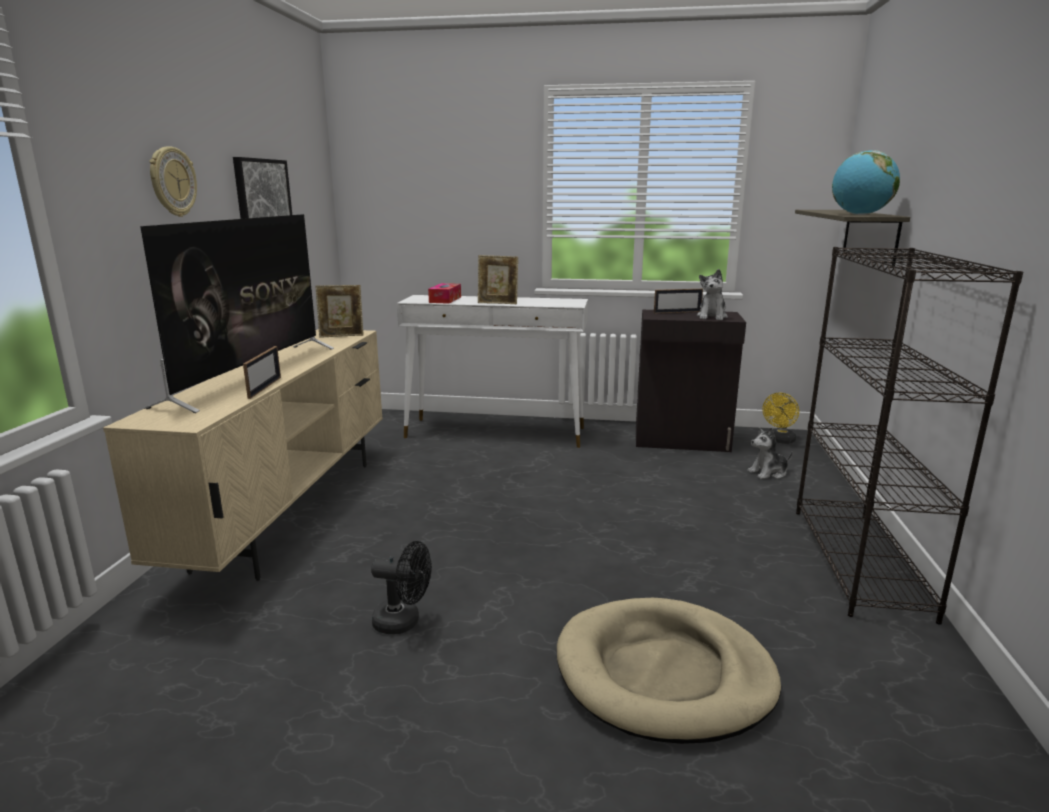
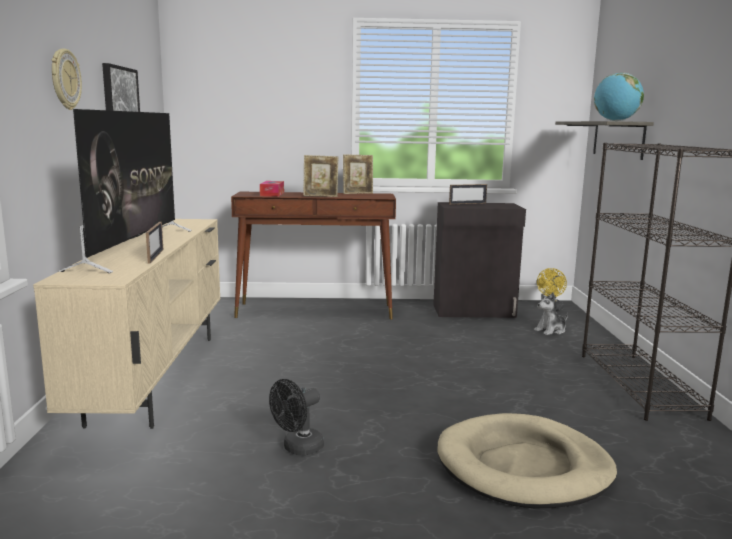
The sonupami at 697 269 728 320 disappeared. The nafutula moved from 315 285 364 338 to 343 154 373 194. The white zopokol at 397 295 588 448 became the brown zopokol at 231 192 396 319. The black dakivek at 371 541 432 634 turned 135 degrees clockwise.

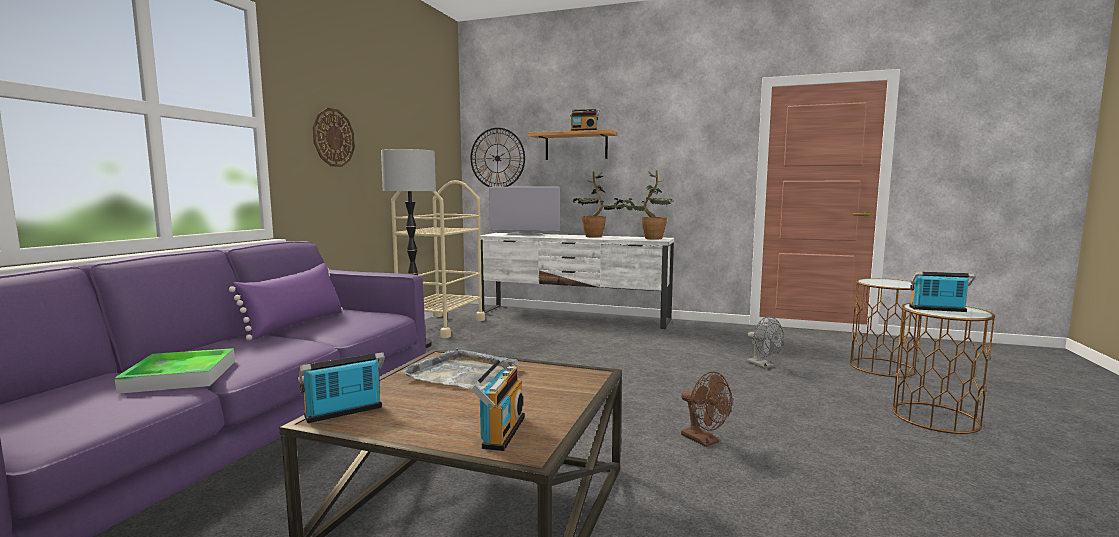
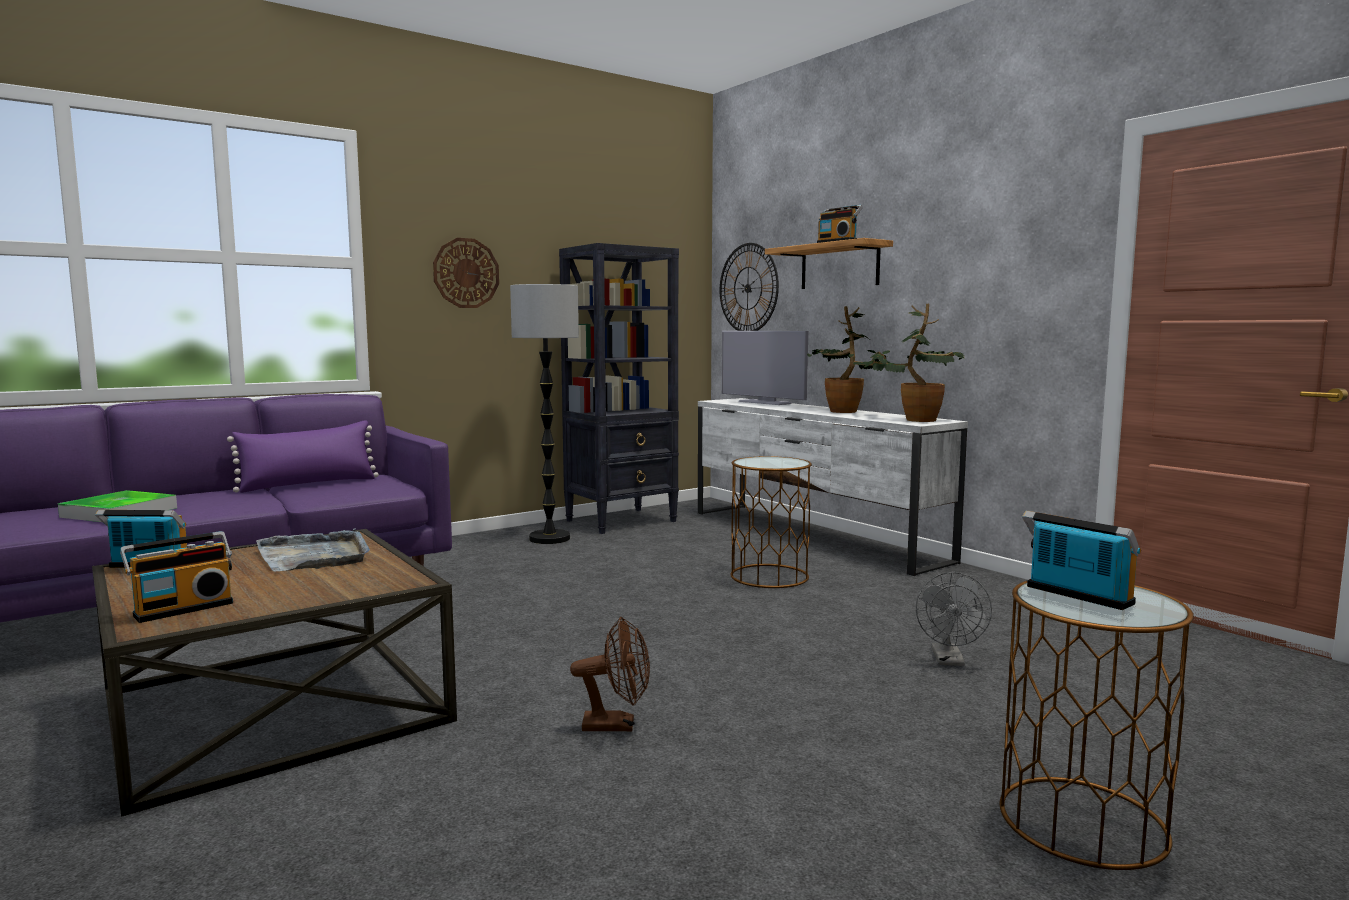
The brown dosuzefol moved from 849 278 922 377 to 730 456 812 588. The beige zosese at 391 180 485 338 was replaced by the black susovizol at 559 243 679 534. The brown dakivek at 681 371 733 447 turned 90 degrees counterclockwise.

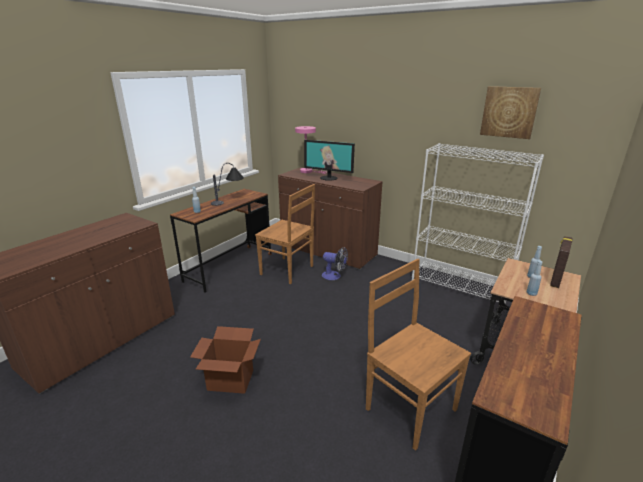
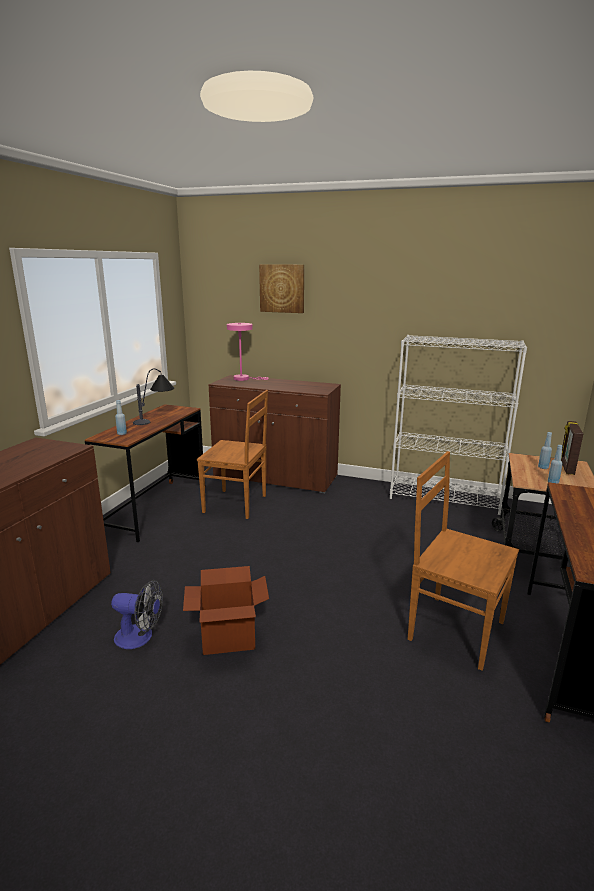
The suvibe at 304 140 355 181 disappeared. The dakivek moved from 322 247 348 280 to 111 580 163 649. The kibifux moved from 480 86 541 139 to 259 264 304 313.

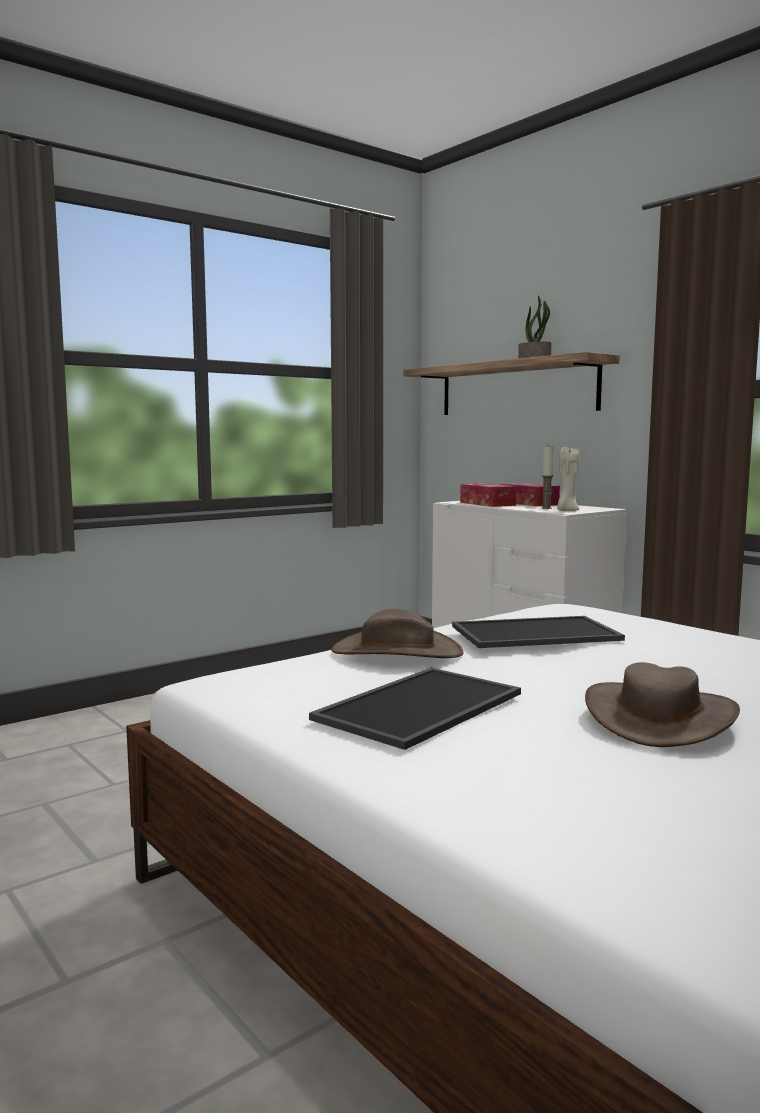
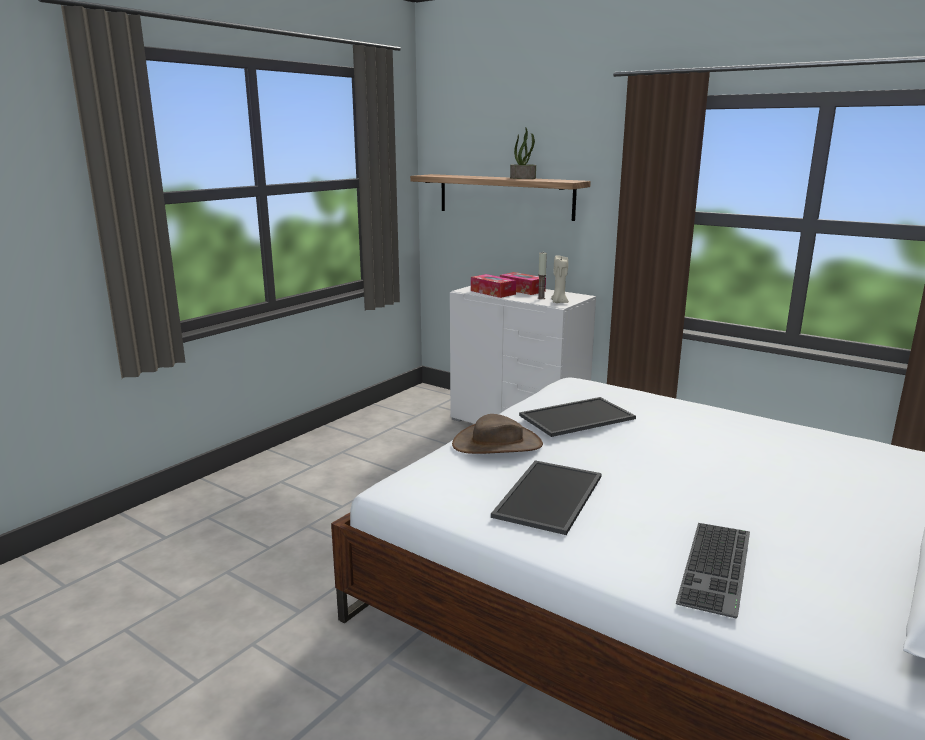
The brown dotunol at 585 662 740 747 disappeared. The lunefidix at 676 523 750 618 appeared.

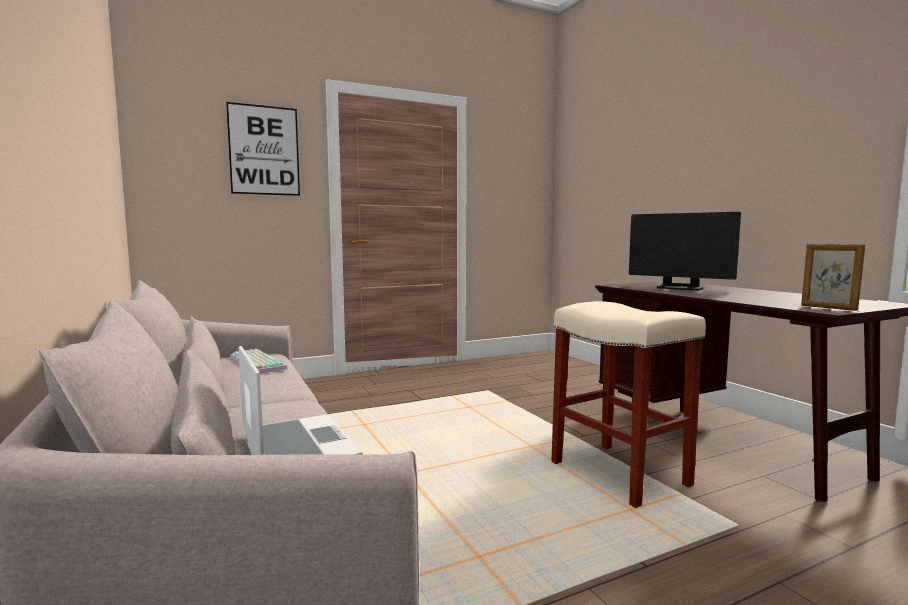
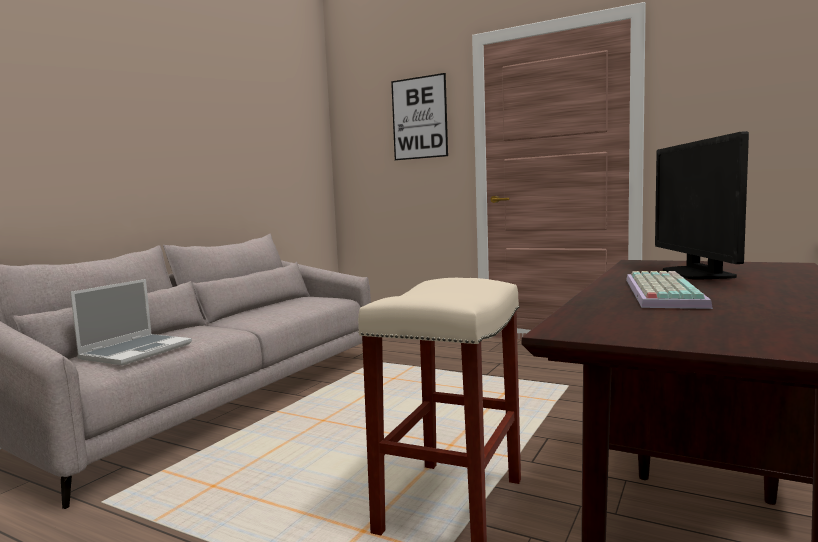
The nafutula at 801 244 865 311 disappeared. The lunefidix moved from 231 349 287 374 to 626 271 713 309.

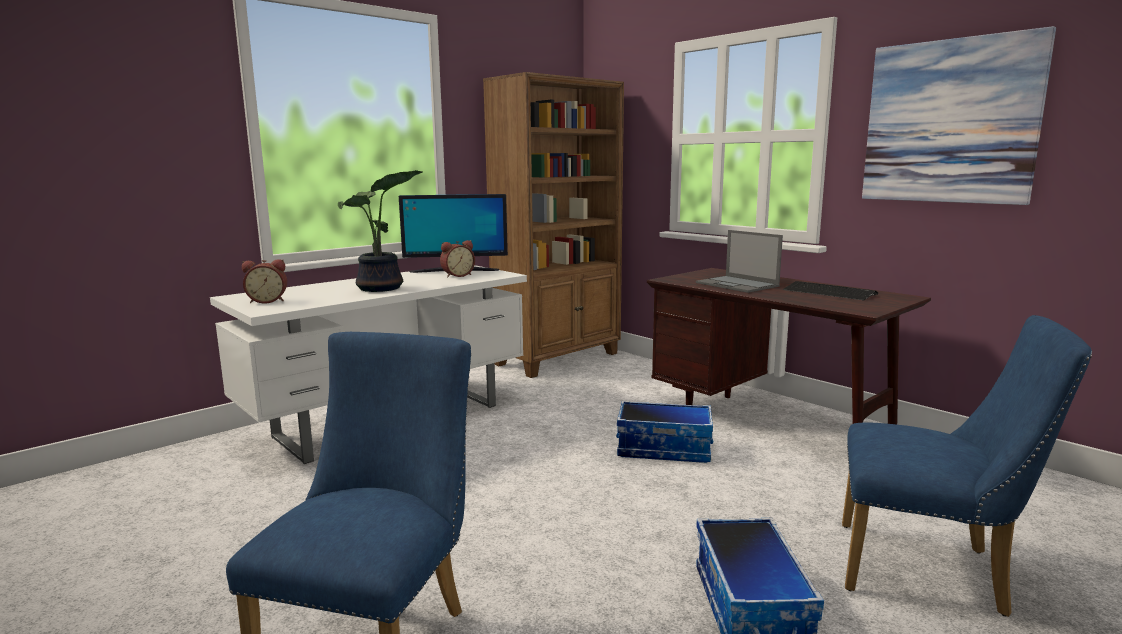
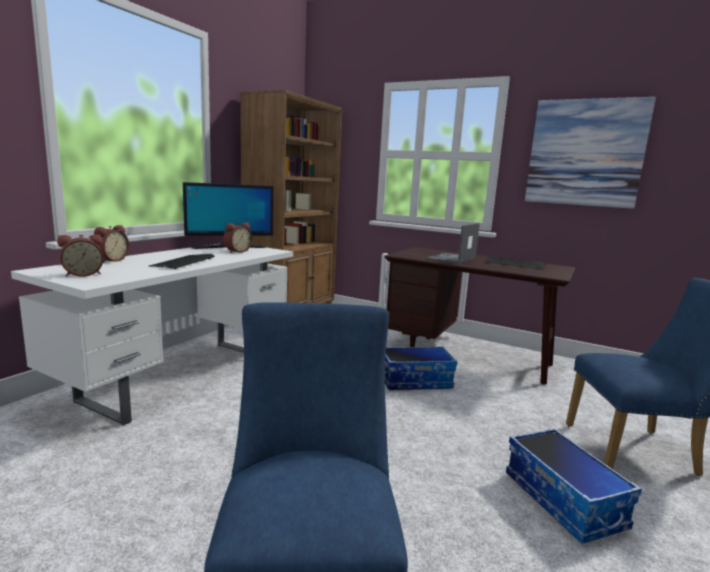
The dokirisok at 94 225 129 263 appeared. The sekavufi at 338 170 423 292 was replaced by the lunefidix at 149 254 215 269. The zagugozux at 696 230 783 293 turned 90 degrees clockwise.

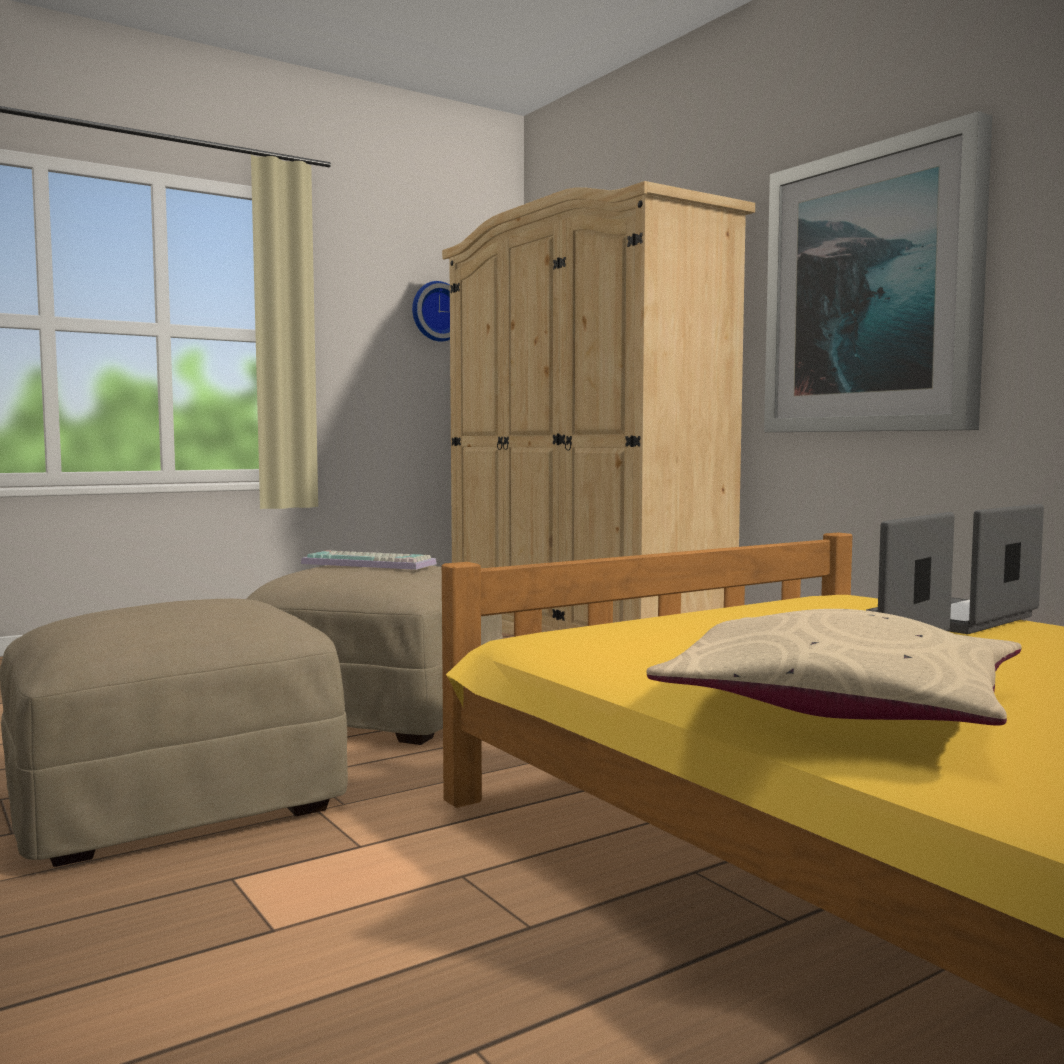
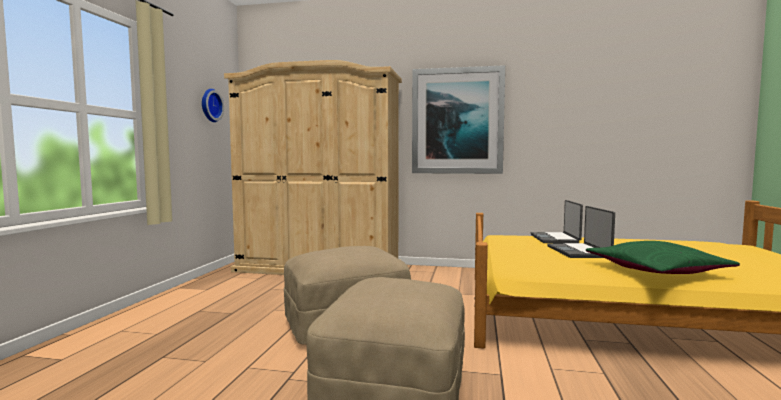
The lunefidix at 301 550 437 570 disappeared. The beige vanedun at 646 609 1021 726 became the green vanedun at 586 241 740 274.

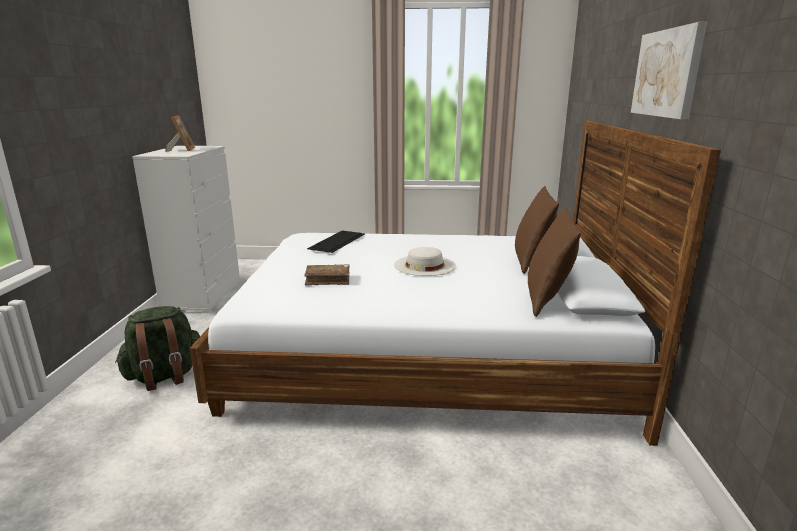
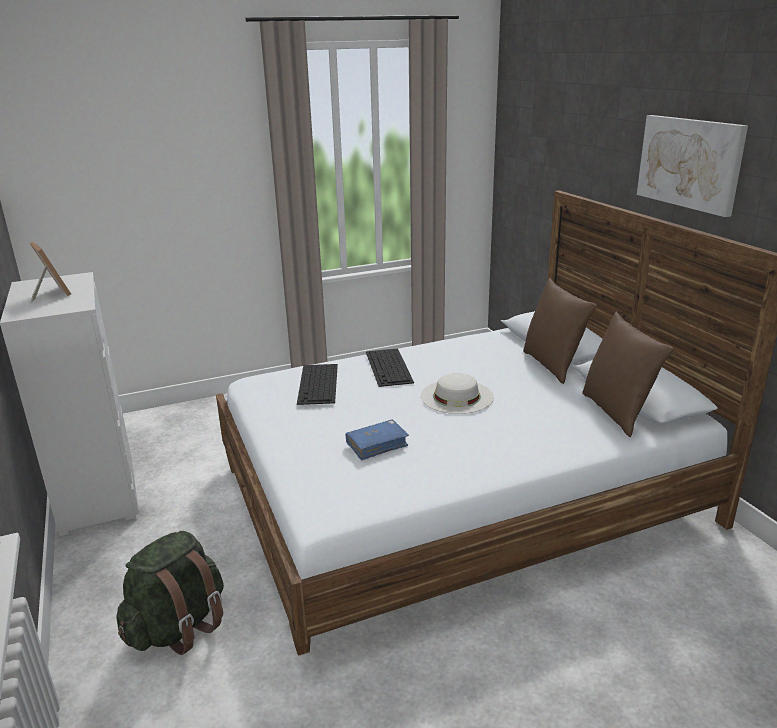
The lunefidix at 366 349 414 387 appeared. The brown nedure at 304 264 350 285 became the blue nedure at 346 420 409 460.

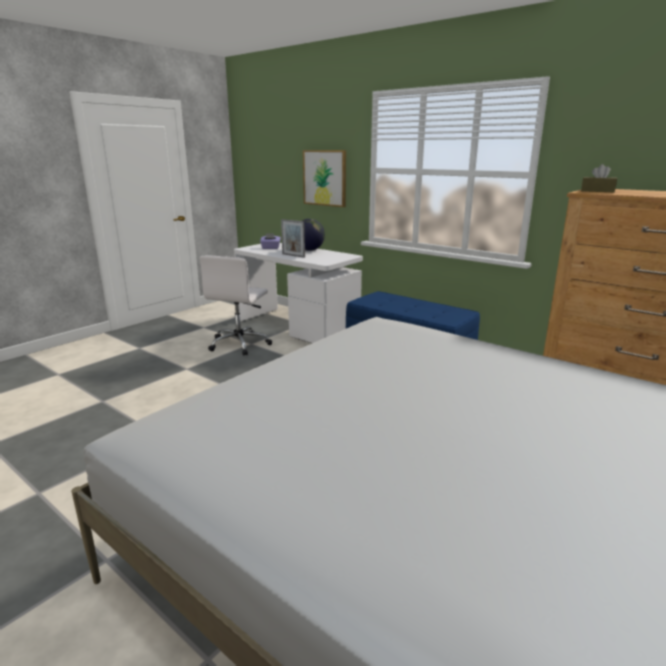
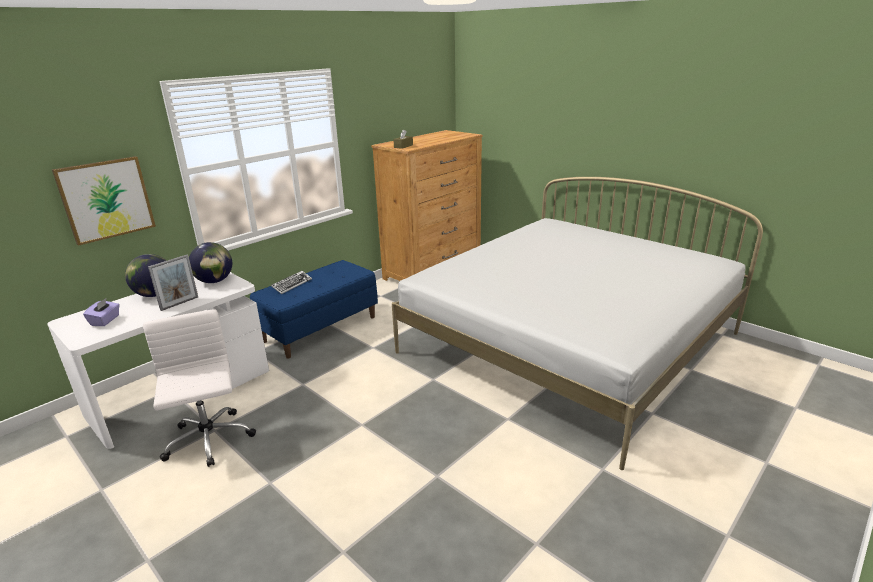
The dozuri at 189 242 232 283 appeared. The lunefidix at 271 271 312 294 appeared. The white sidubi at 200 255 272 356 turned 135 degrees counterclockwise.

